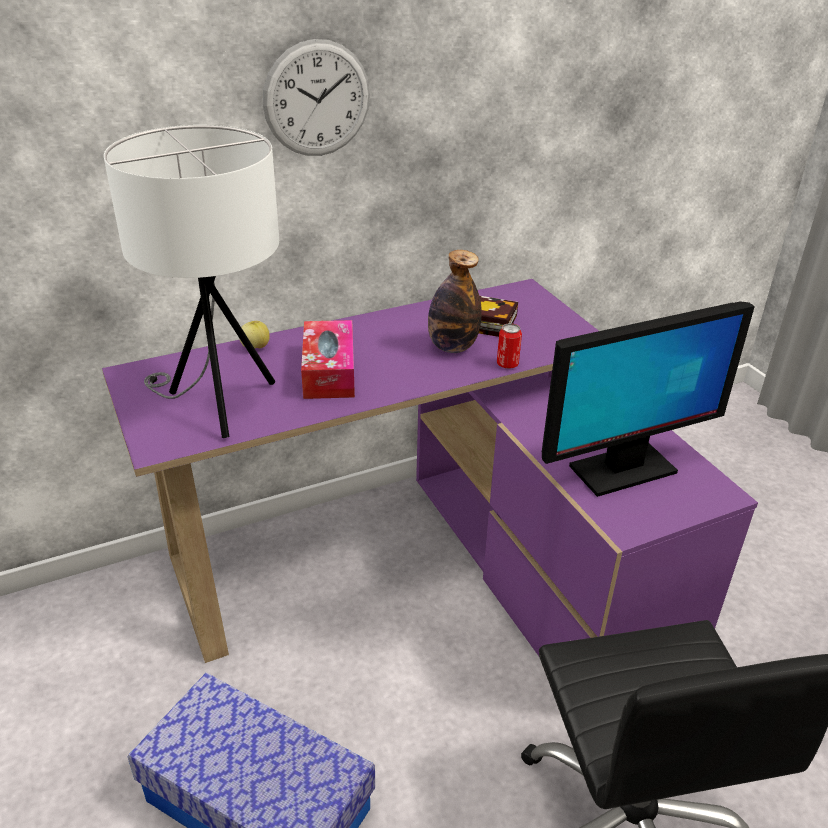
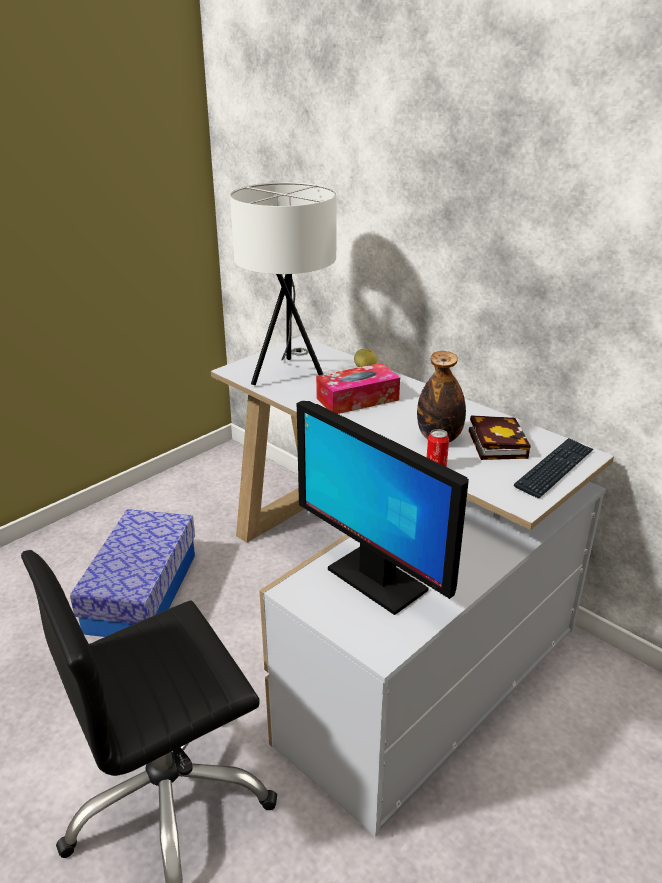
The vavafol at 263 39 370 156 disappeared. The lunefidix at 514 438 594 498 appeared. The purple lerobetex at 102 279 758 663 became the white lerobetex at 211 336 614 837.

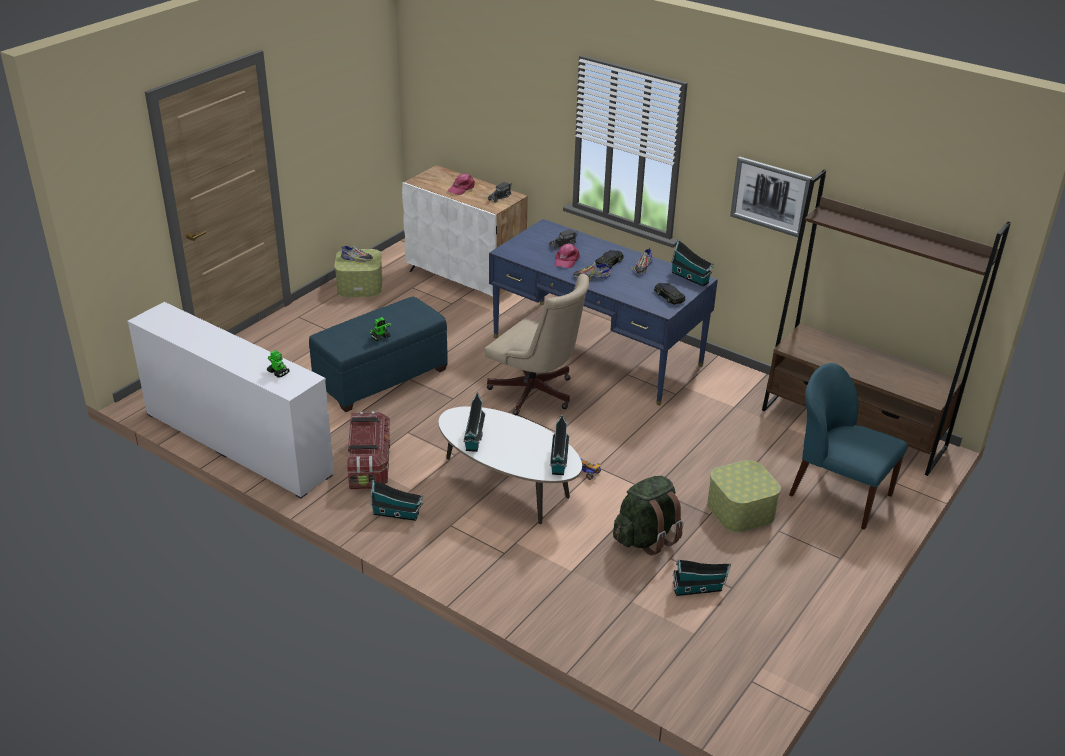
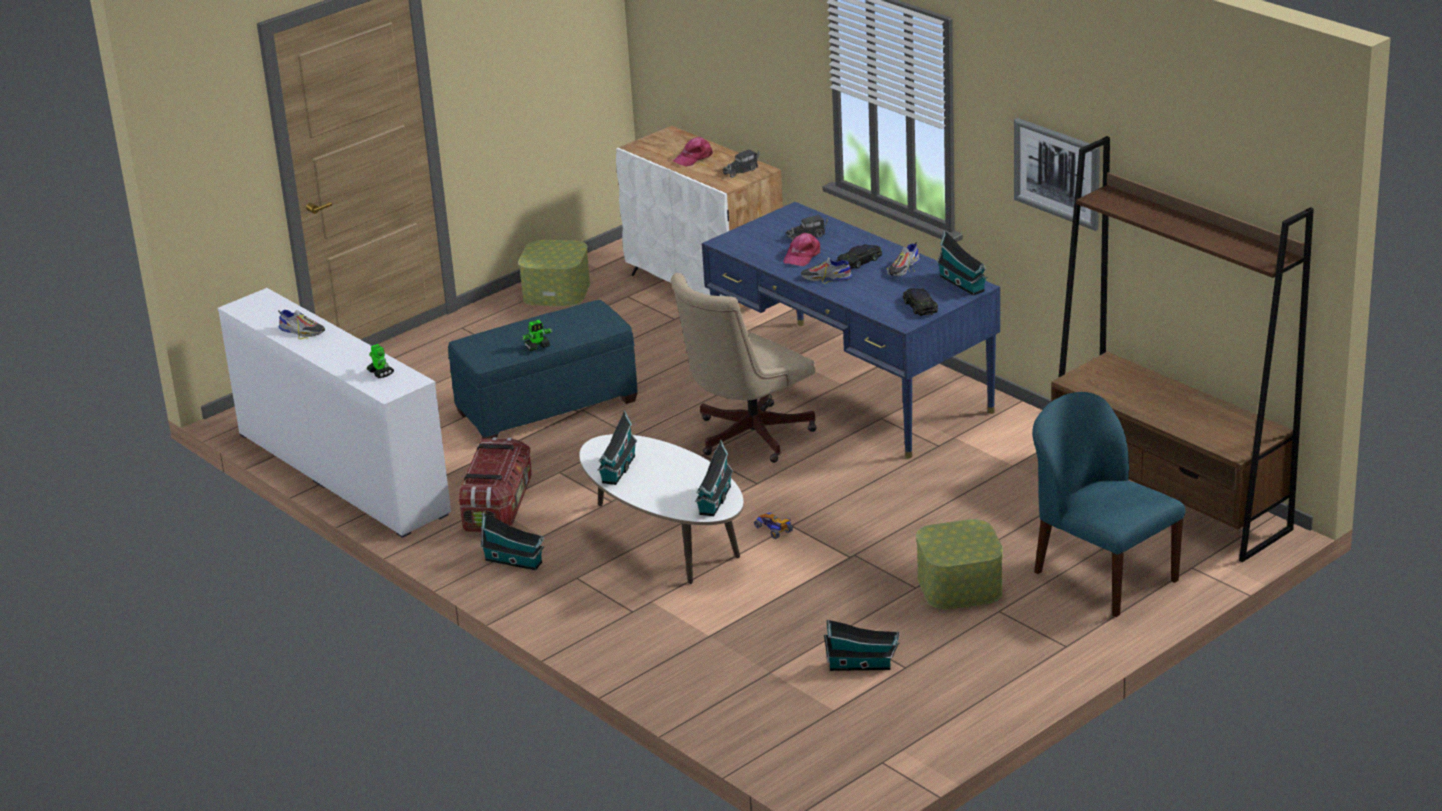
The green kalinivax at 613 476 683 556 disappeared. The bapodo moved from 341 246 373 264 to 278 310 325 339. The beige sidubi at 485 274 589 415 turned 90 degrees clockwise.

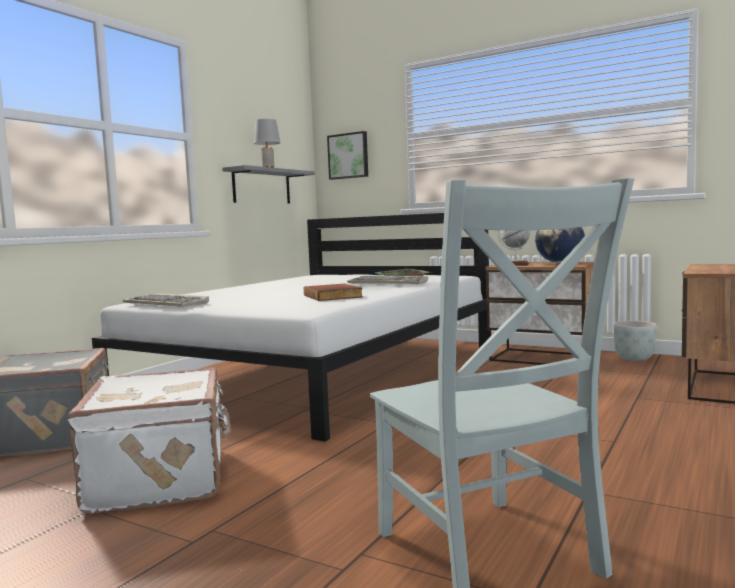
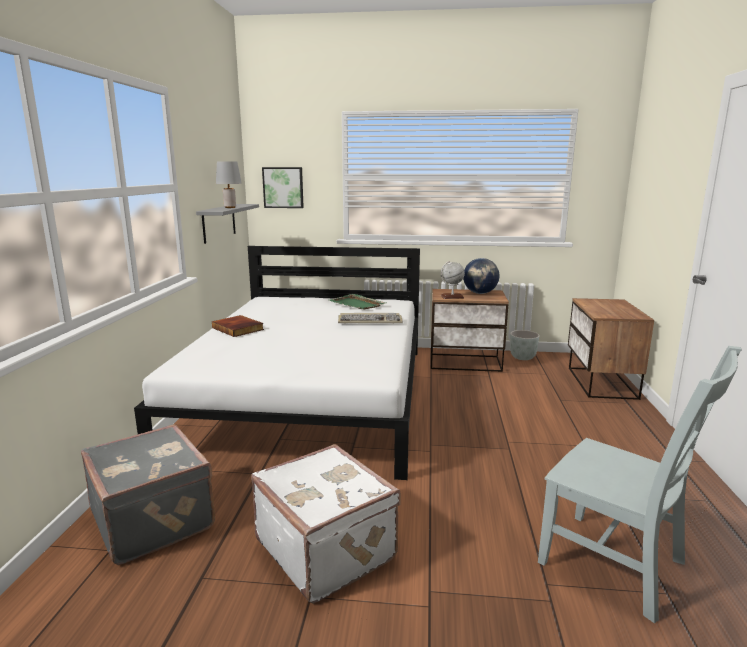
The lunefidix at 123 294 209 307 disappeared. The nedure moved from 304 284 363 301 to 212 315 264 337.

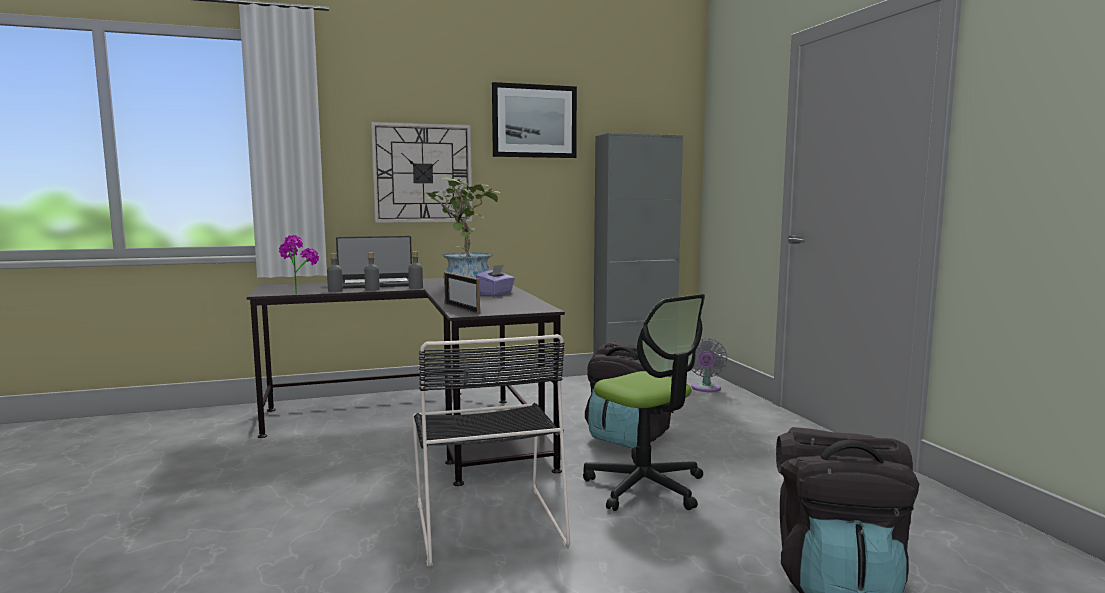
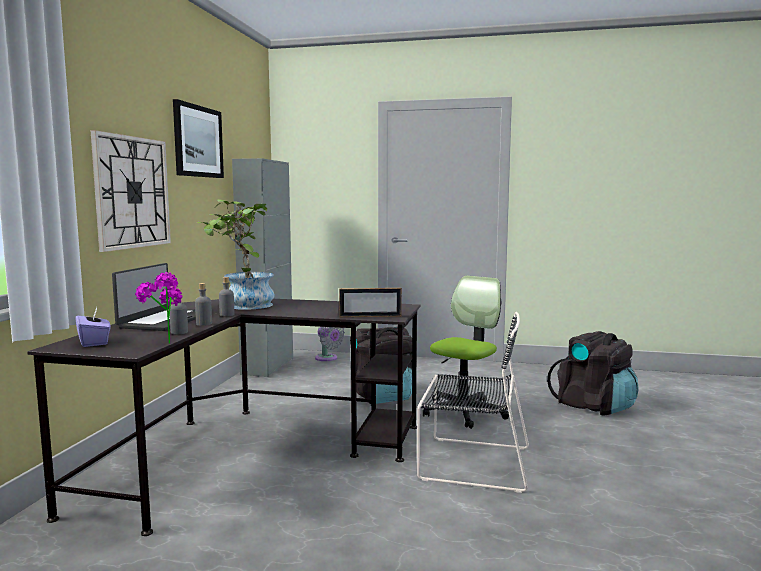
The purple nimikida moved from 476 264 515 296 to 75 307 111 347. The sidubi at 583 294 705 511 turned 45 degrees counterclockwise.

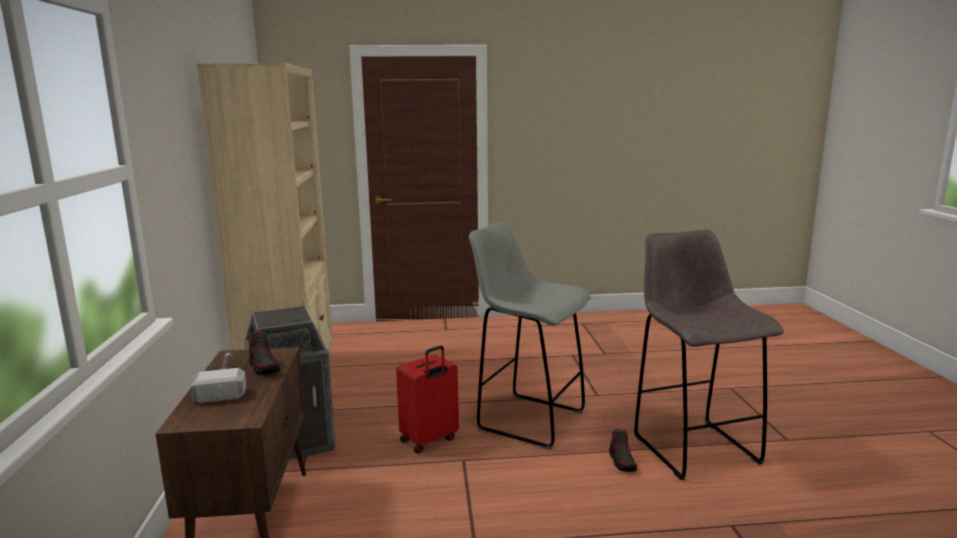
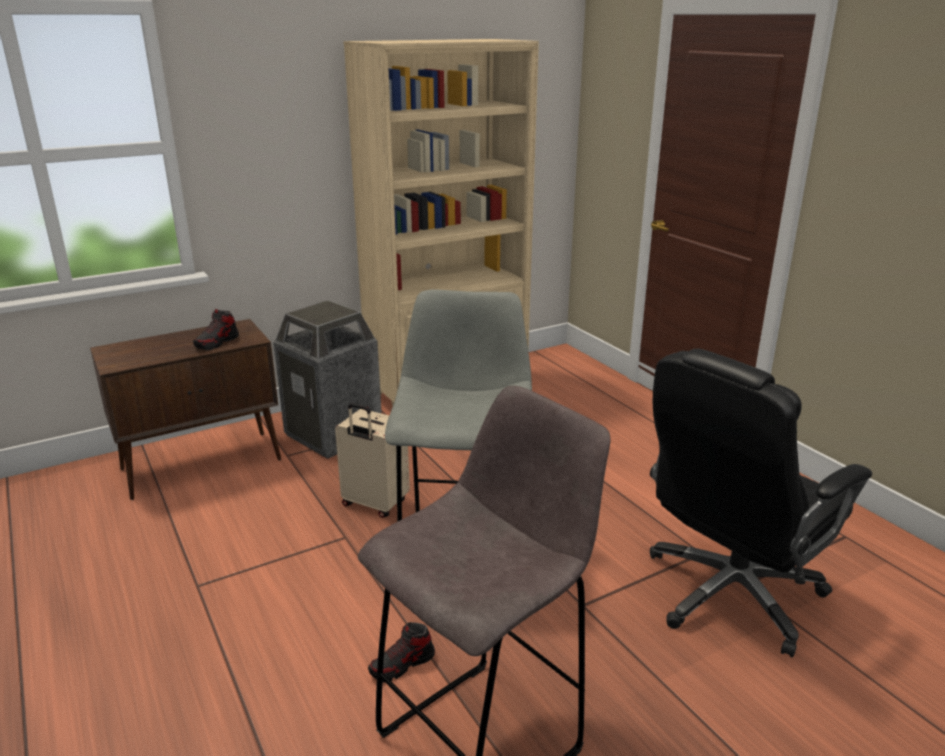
The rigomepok at 190 353 246 403 disappeared. The black sidubi at 650 348 872 657 appeared. The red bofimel at 396 345 459 453 became the beige bofimel at 335 403 410 518.

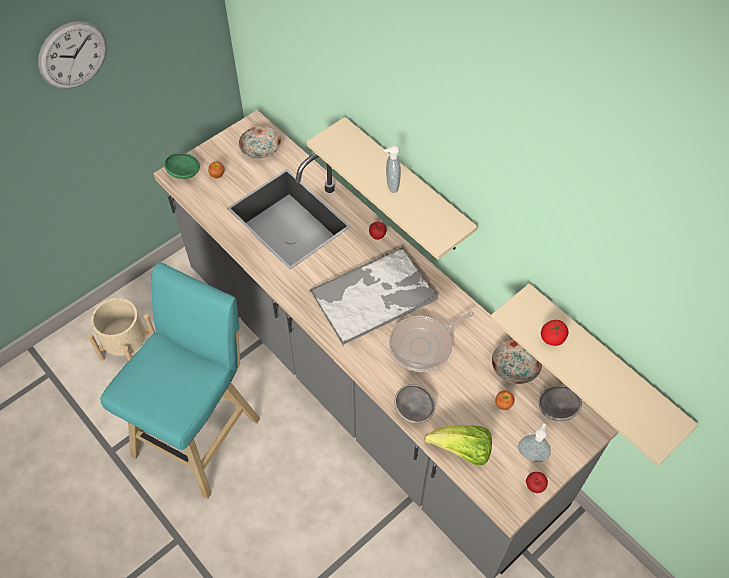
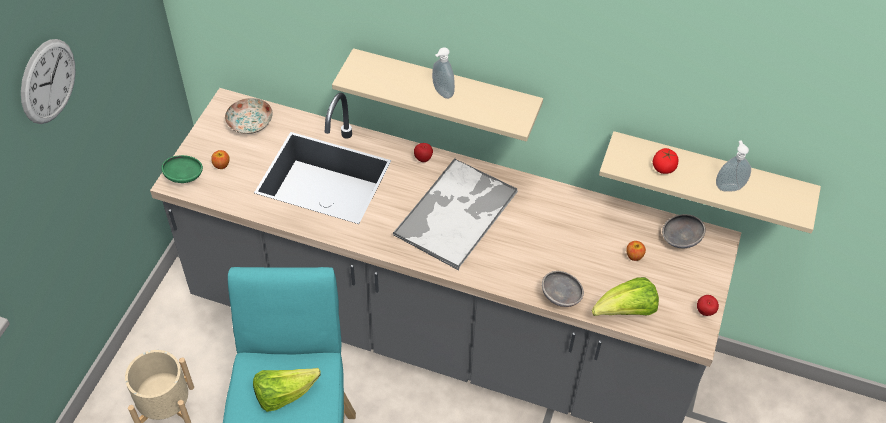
The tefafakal at 389 311 474 372 disappeared. The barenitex at 492 340 542 384 disappeared. The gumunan at 253 368 321 412 appeared. The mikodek moved from 518 423 551 462 to 716 140 751 192.

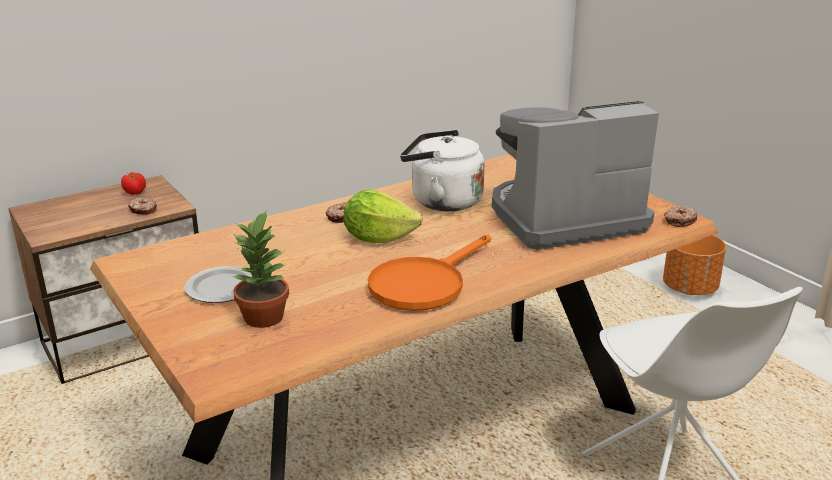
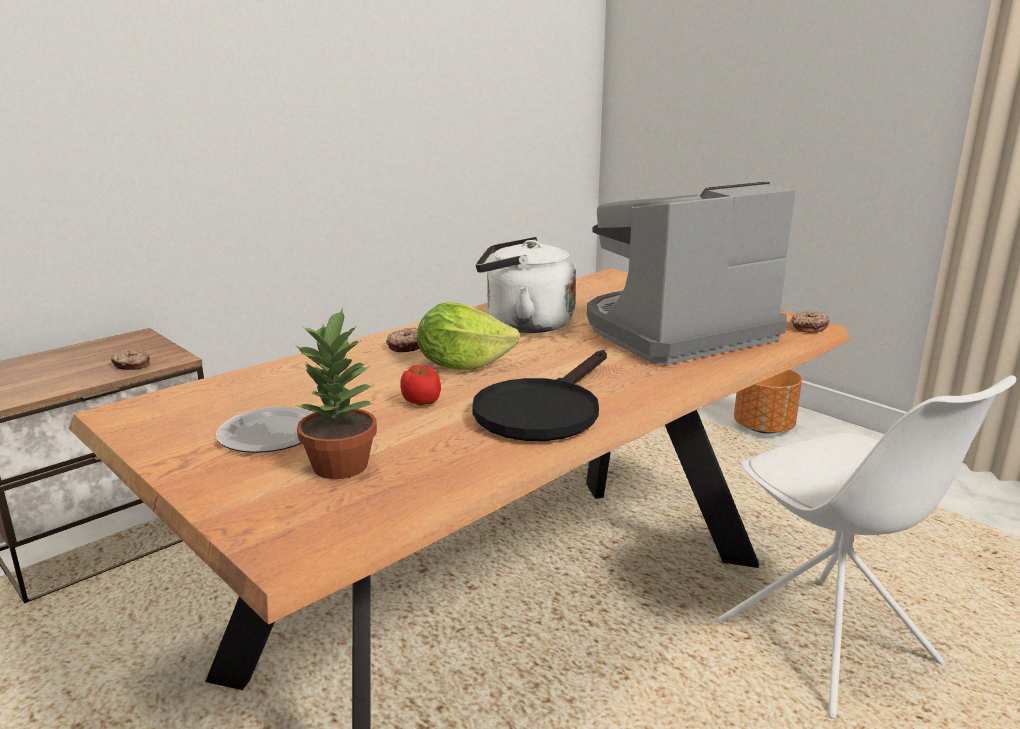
The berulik moved from 121 172 146 195 to 400 365 441 406. The orange tefafakal at 368 234 491 311 became the black tefafakal at 472 350 607 441.

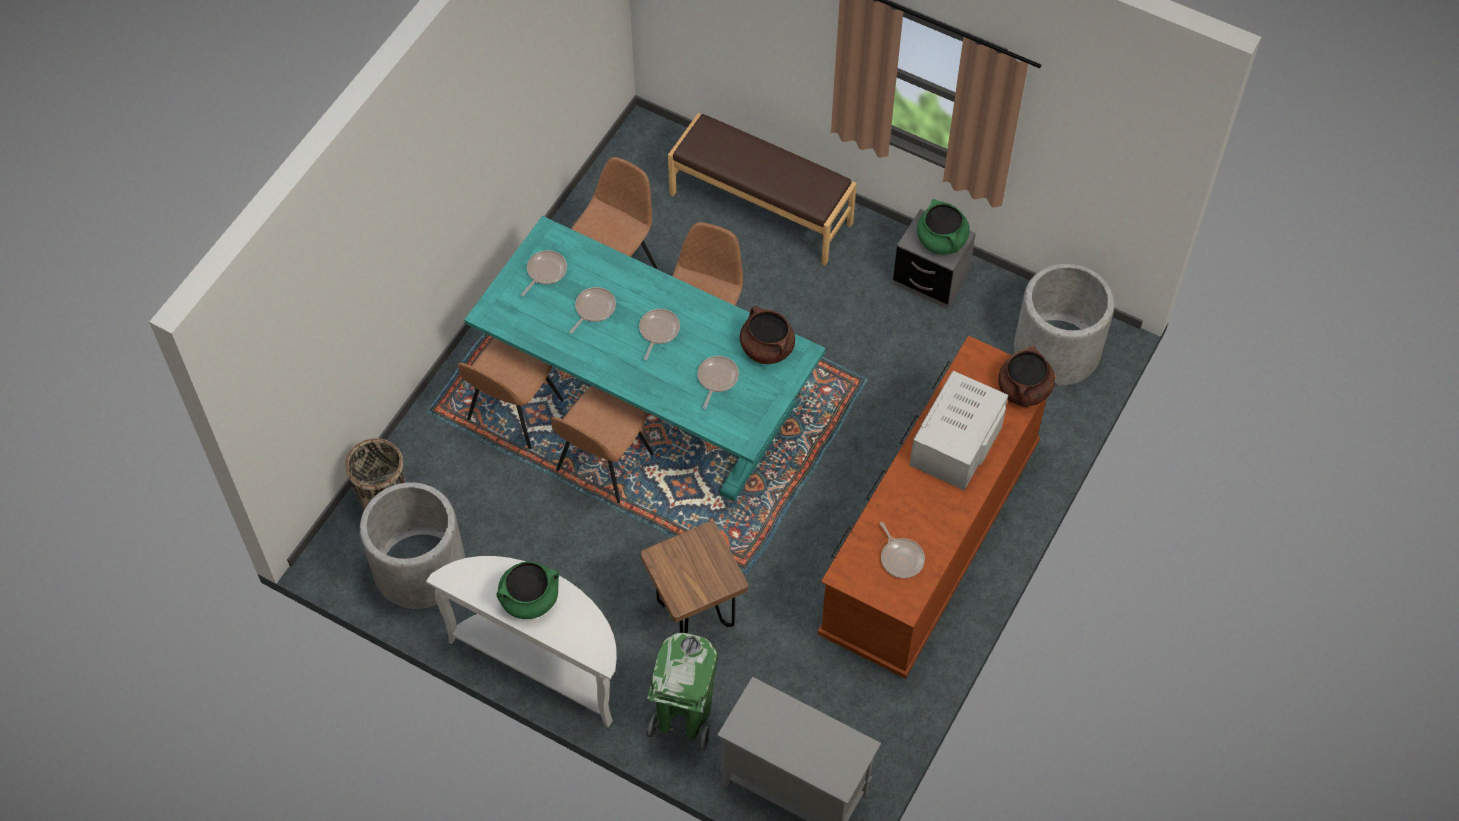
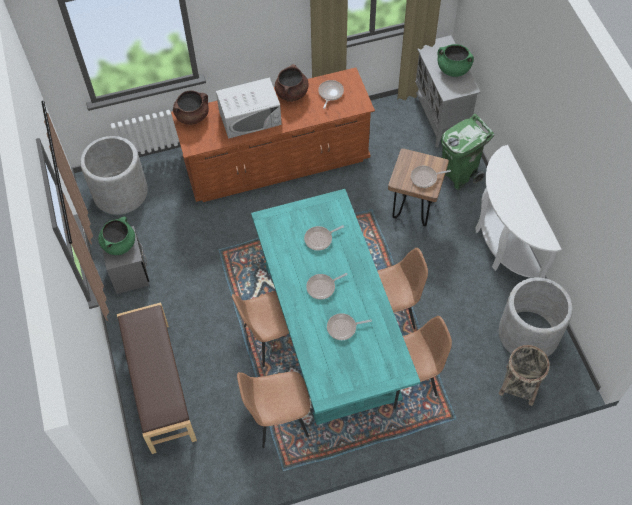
The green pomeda moved from 497 561 559 619 to 438 44 474 77. The tefafakal moved from 521 250 567 296 to 411 166 451 188. The brown pomeda moved from 740 306 795 364 to 275 64 308 102.

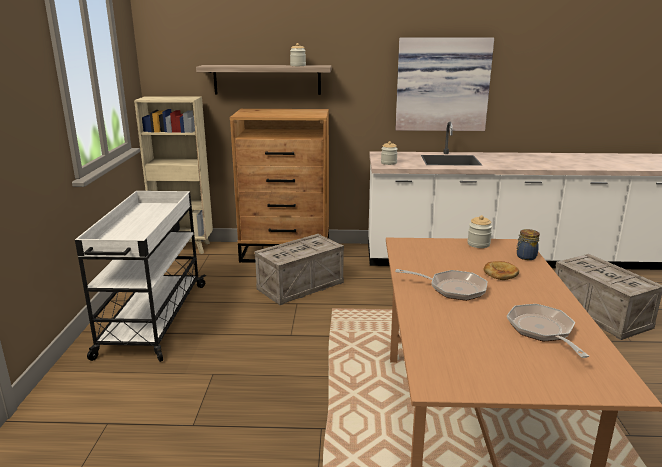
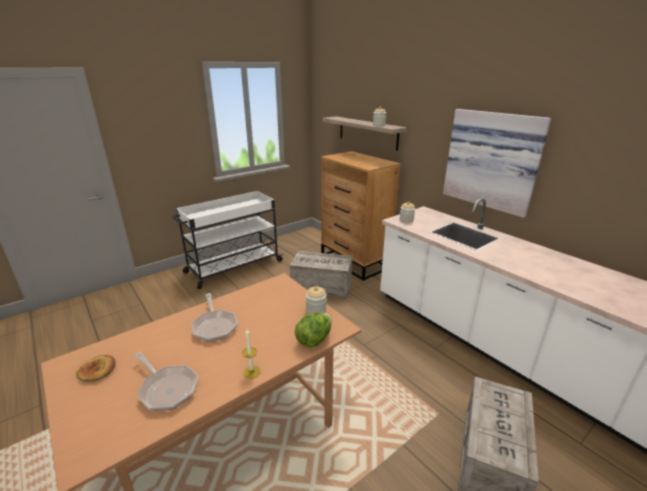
The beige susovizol at 134 96 213 254 disappeared. The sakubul at 242 330 260 379 appeared. The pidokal moved from 483 261 519 280 to 76 355 116 382. The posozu at 516 229 540 260 was replaced by the gumunan at 295 313 331 347. The tefafakal at 507 304 589 358 turned 90 degrees clockwise.

